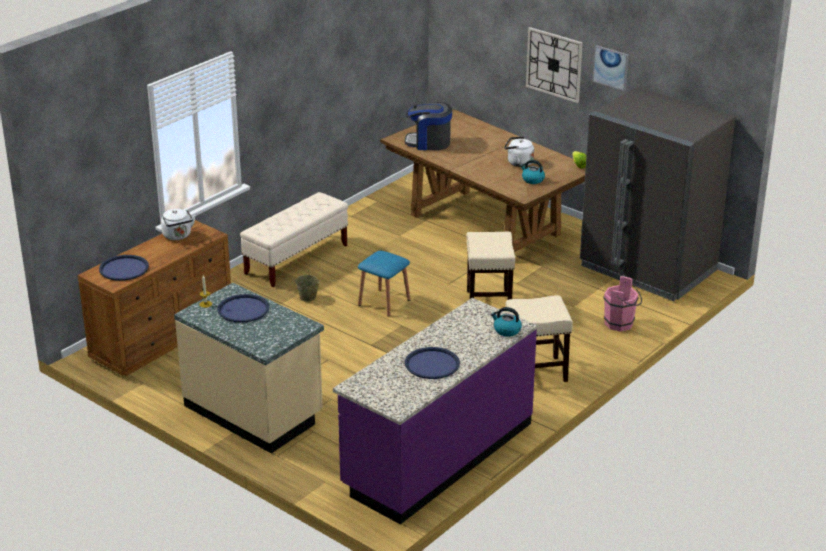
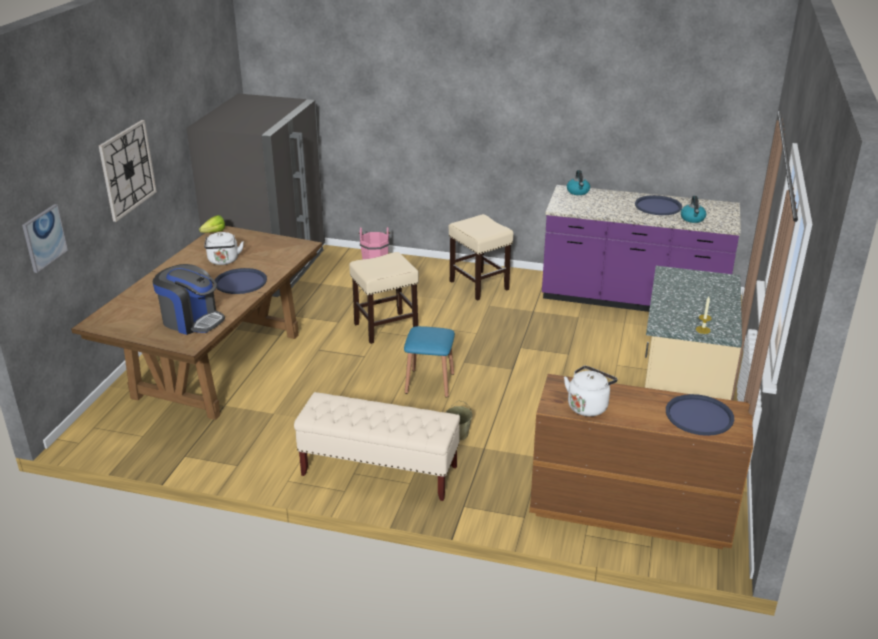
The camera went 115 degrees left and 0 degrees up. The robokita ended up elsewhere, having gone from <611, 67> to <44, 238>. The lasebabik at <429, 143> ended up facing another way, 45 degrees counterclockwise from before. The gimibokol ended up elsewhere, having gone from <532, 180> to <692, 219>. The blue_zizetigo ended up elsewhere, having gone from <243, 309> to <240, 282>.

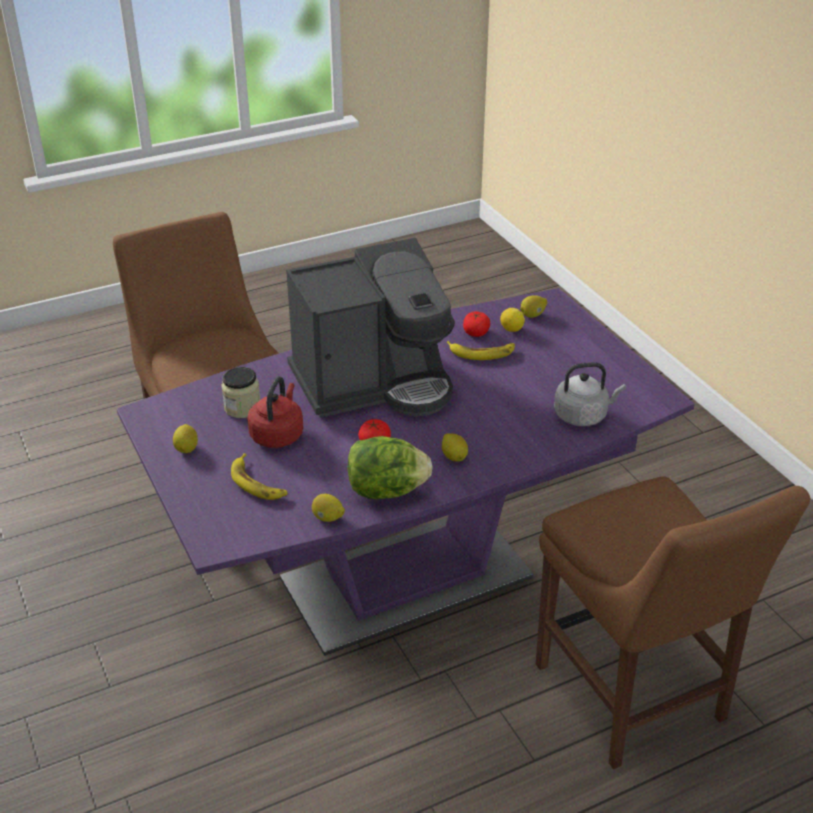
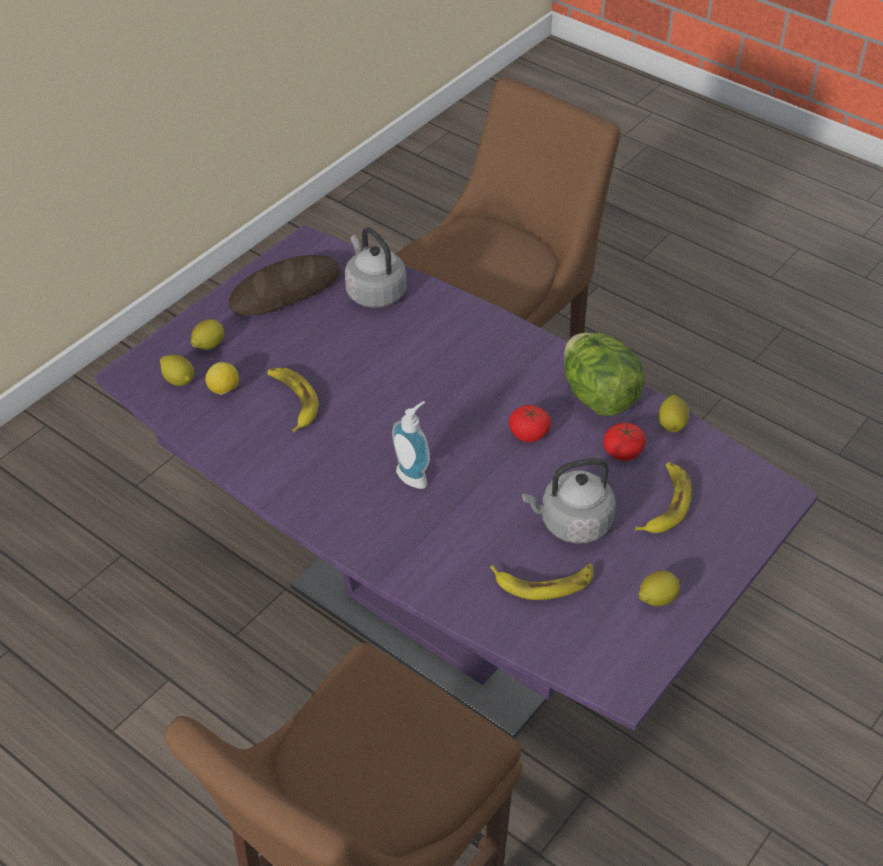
The camera went 115 degrees left and 10 degrees up. Where the lasebabik stood at <374, 383>, the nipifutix came to stand at <414, 475>. The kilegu ended up elsewhere, having gone from <476, 333> to <623, 451>. Where the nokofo stood at <242, 407>, the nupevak came to stand at <544, 582>. What was the red_gimibokol at <278, 434> turned into the grey_gimibokol at <571, 523>. The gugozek ended up elsewhere, having gone from <454, 457> to <208, 345>. The second view gained the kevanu at <285, 291>.

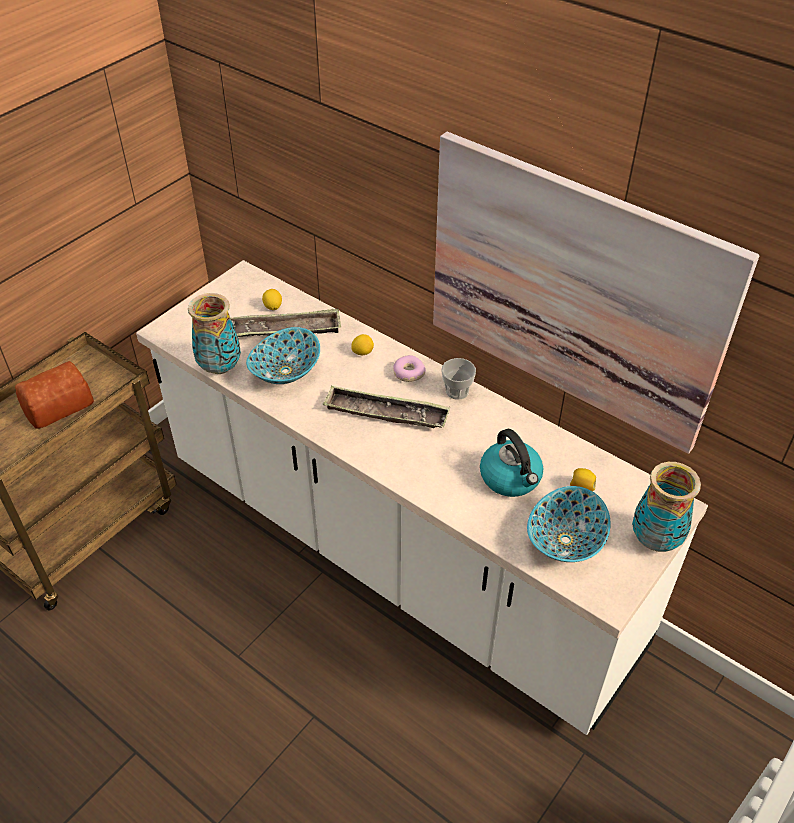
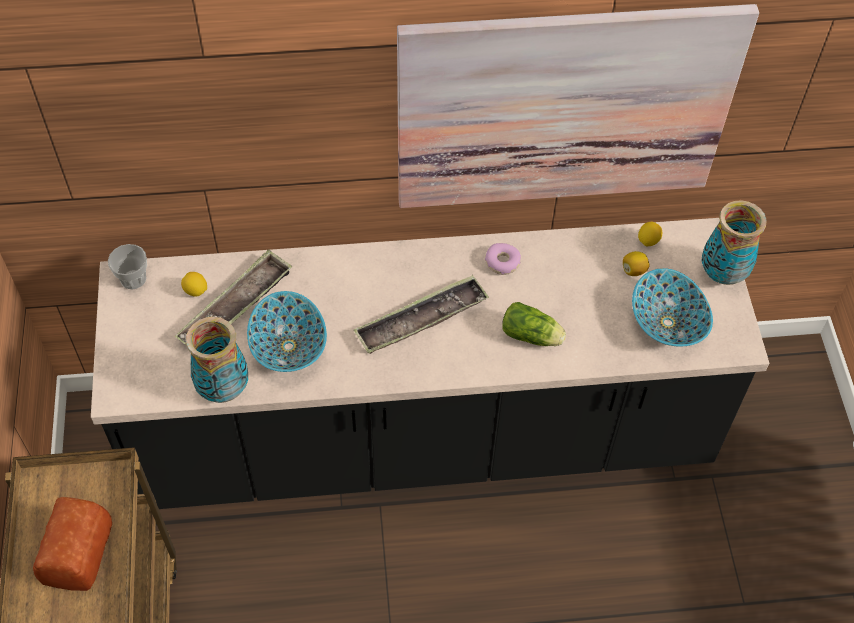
The camera went 45 degrees left and 10 degrees up. What was the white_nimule at <397, 554> turned into the black_nimule at <424, 438>. The gugozek ended up elsewhere, having gone from <362, 352> to <648, 241>. The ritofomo ended up elsewhere, having gone from <408, 373> to <502, 263>. The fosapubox ended up elsewhere, having gone from <457, 391> to <133, 279>. The second view lost the gimibokol at <511, 478>. The second view gained the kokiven at <533, 336>.

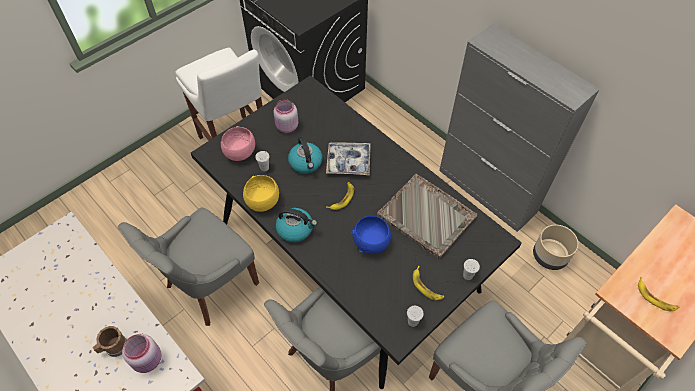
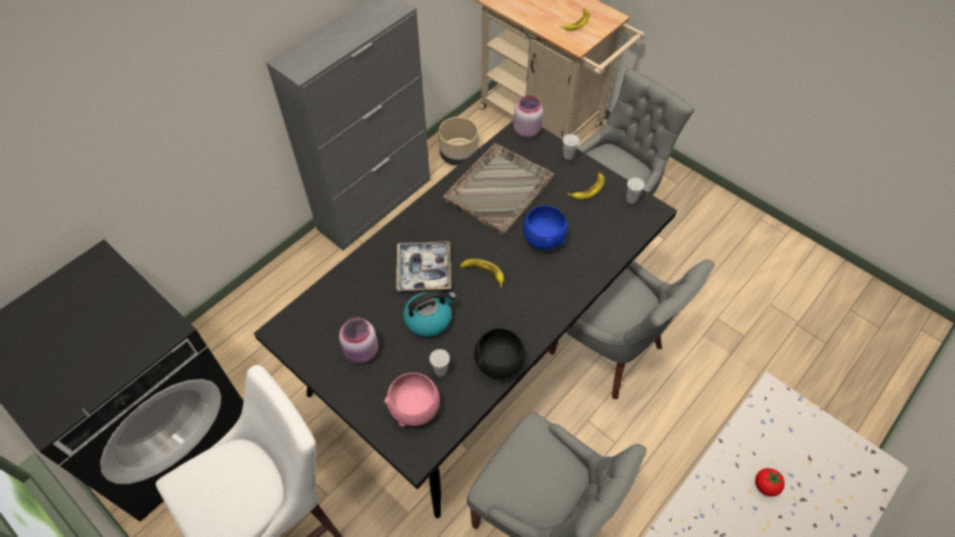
The camera went 95 degrees left and 0 degrees up. What was the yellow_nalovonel at <263, 202> turned into the black_nalovonel at <500, 363>. The second view lost the gimibokol at <295, 229>. Where the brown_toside stood at <114, 347>, the kilegu came to stand at <765, 486>. The pink_nokofo ended up elsewhere, having gone from <149, 360> to <527, 130>.

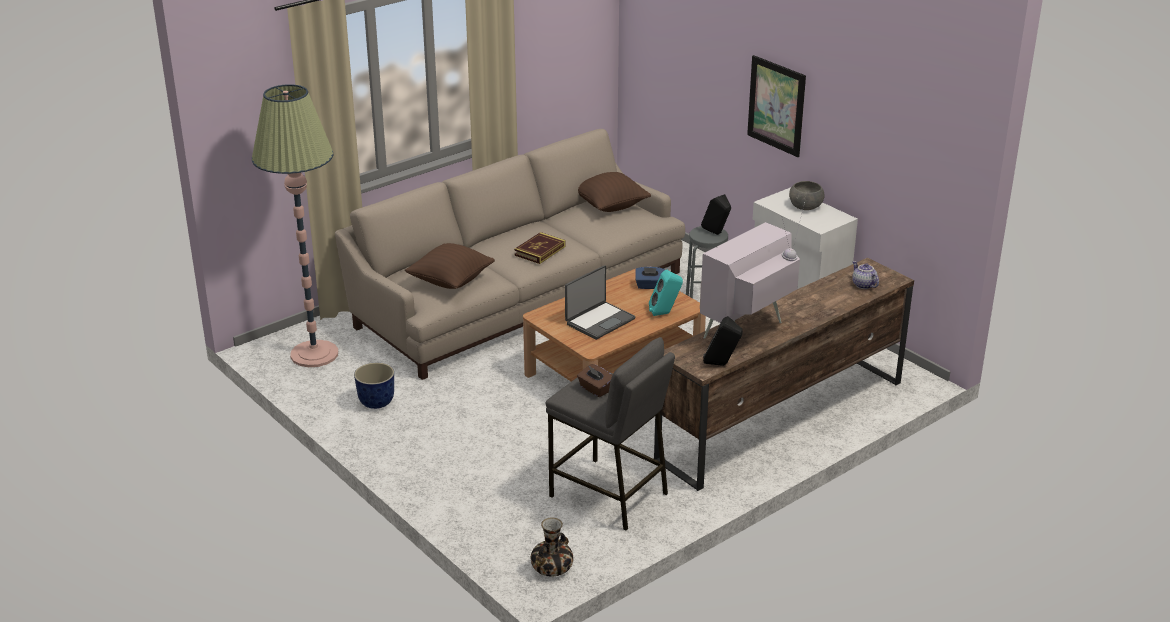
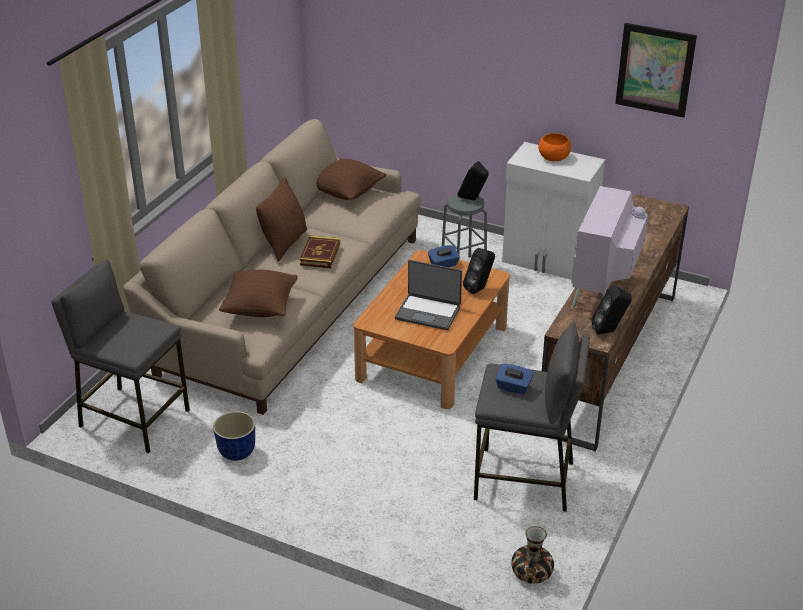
The camera went 25 degrees left and 5 degrees up. The robokita ended up elsewhere, having gone from <776, 105> to <655, 70>. Where the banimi stood at <314, 354>, the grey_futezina came to stand at <134, 418>. What was the grey_nalovonel at <805, 206> turned into the orange_nalovonel at <553, 157>. The second view lost the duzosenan at <863, 285>. The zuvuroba at <599, 321> ended up facing another way, 90 degrees clockwise from before. What was the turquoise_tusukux at <665, 313> turned into the black_tusukux at <479, 289>. What was the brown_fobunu at <595, 389> turned into the blue_fobunu at <513, 387>. The second view gained the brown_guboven at <284, 243>.

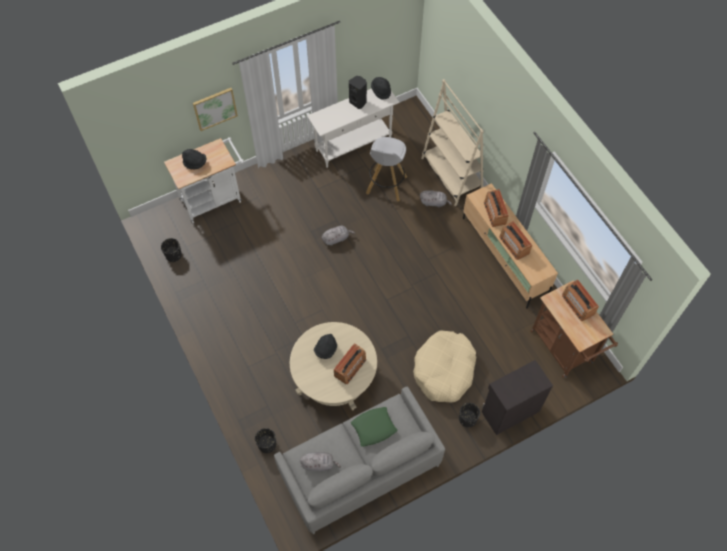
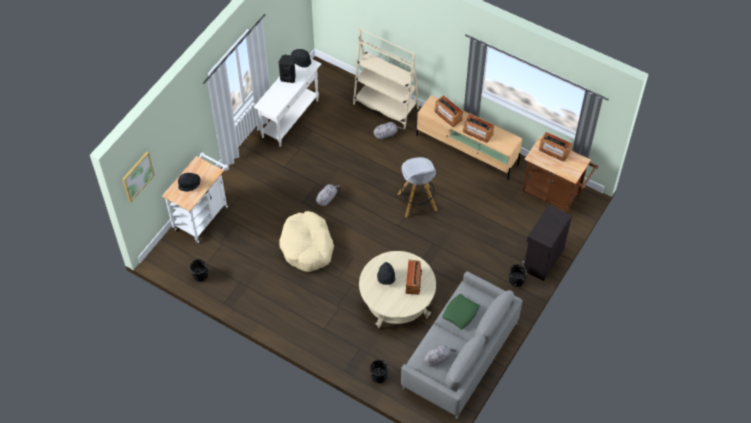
The camera went 30 degrees left and 5 degrees down. The robokita ended up elsewhere, having gone from <215, 108> to <137, 176>. The white_futezina ended up elsewhere, having gone from <386, 186> to <417, 202>. The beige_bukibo ended up elsewhere, having gone from <444, 370> to <307, 246>.

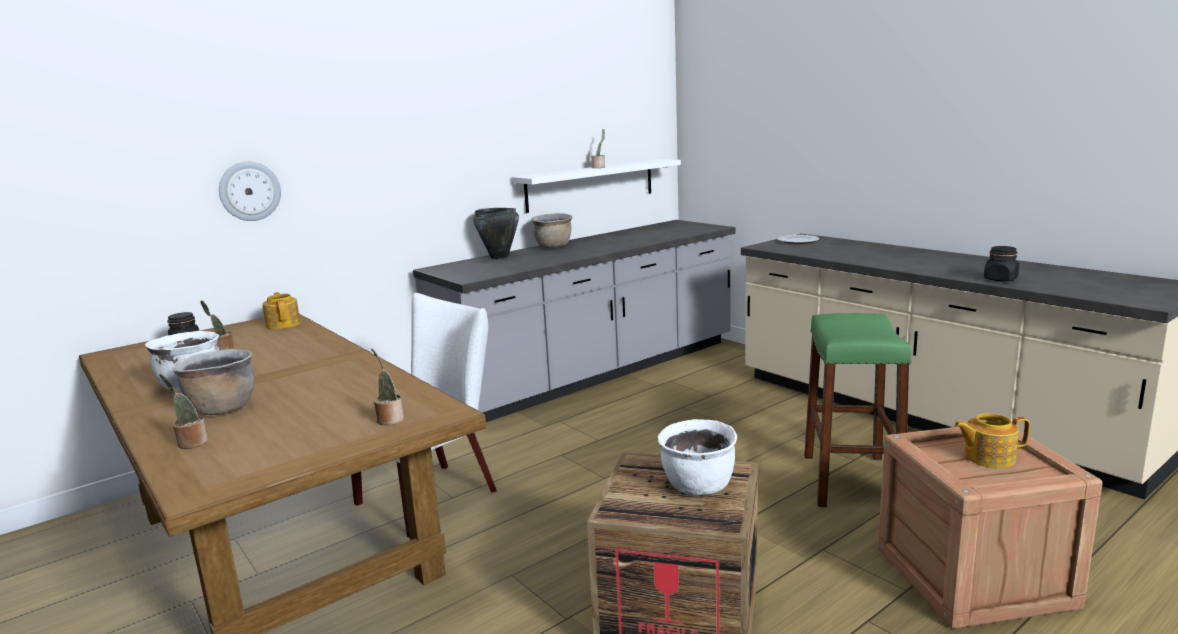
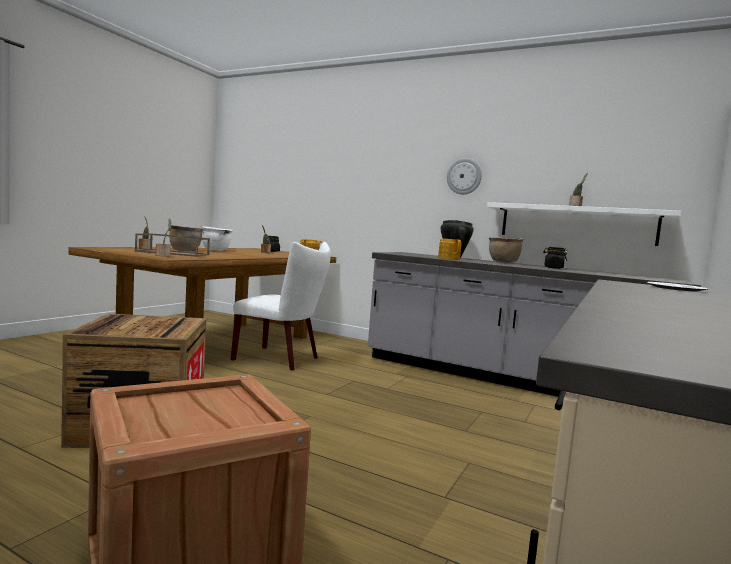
The camera went 65 degrees right and 10 degrees down. The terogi ended up elsewhere, having gone from <249, 191> to <464, 176>. The black_nokofo ended up elsewhere, having gone from <1000, 279> to <553, 268>. The second view lost the green_futezina at <850, 480>. The duzosenan ended up elsewhere, having gone from <988, 457> to <448, 258>. The second view lost the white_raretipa at <698, 487>. The second view gained the brown_zizetigo at <174, 253>.

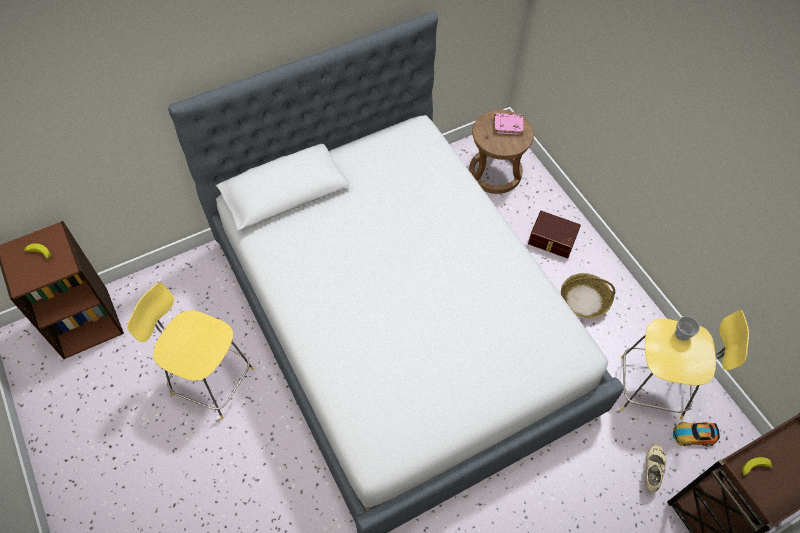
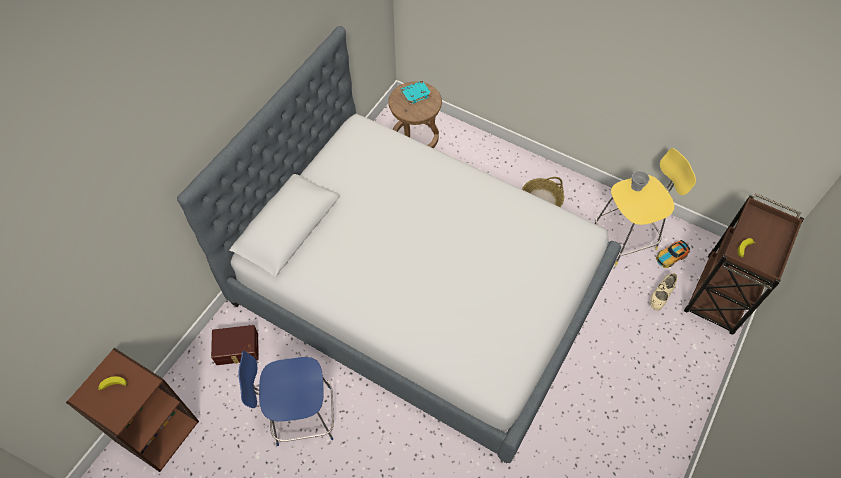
The camera went 30 degrees left and 0 degrees up. What was the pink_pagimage at <508, 125> turned into the turquoise_pagimage at <415, 93>. The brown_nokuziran ended up elsewhere, having gone from <552, 240> to <237, 350>. What was the yellow_futezina at <210, 380> turned into the blue_futezina at <301, 415>. The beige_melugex at <651, 471> ended up facing another way, 135 degrees counterclockwise from before.

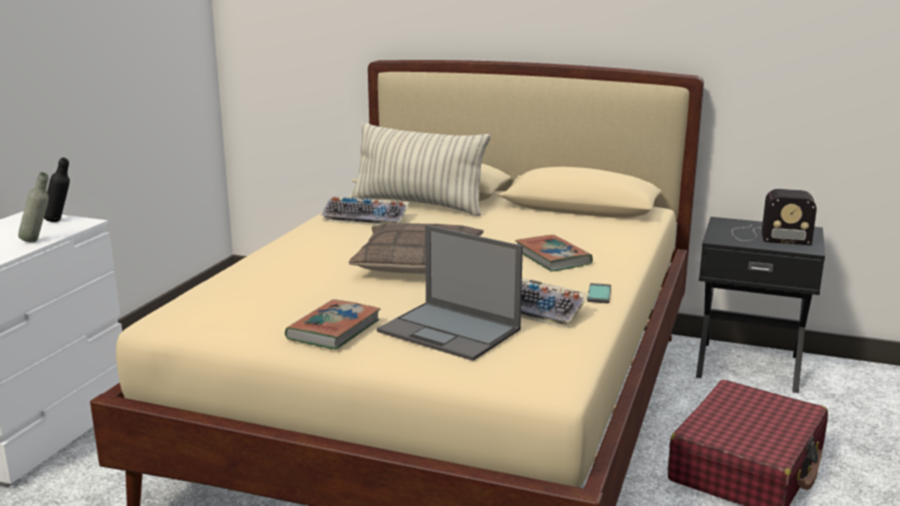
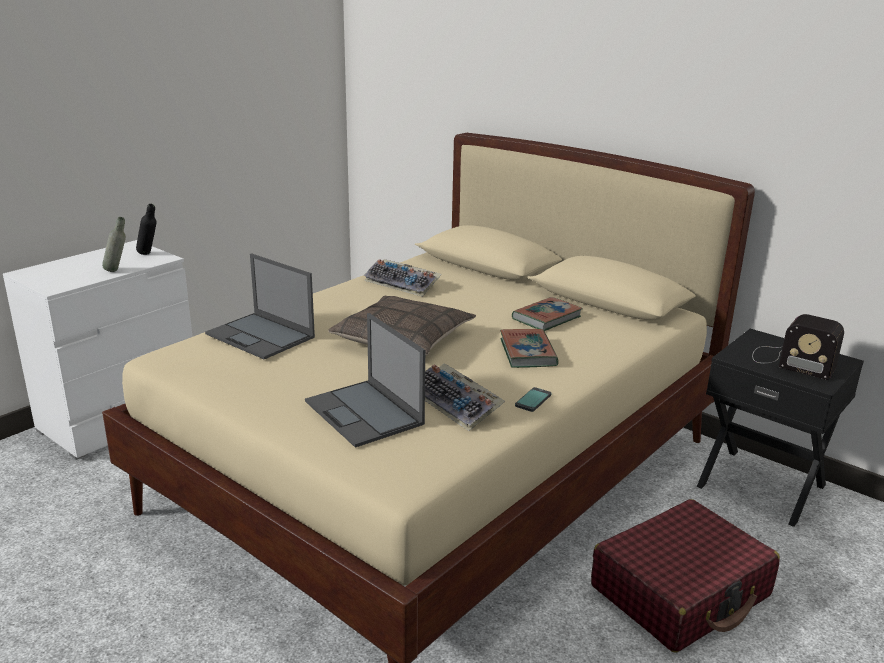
The camera went 20 degrees right and 5 degrees up. The second view lost the guboven at <418, 205>. The pagimage ended up elsewhere, having gone from <334, 330> to <546, 318>. The second view gained the zuvuroba at <261, 336>.

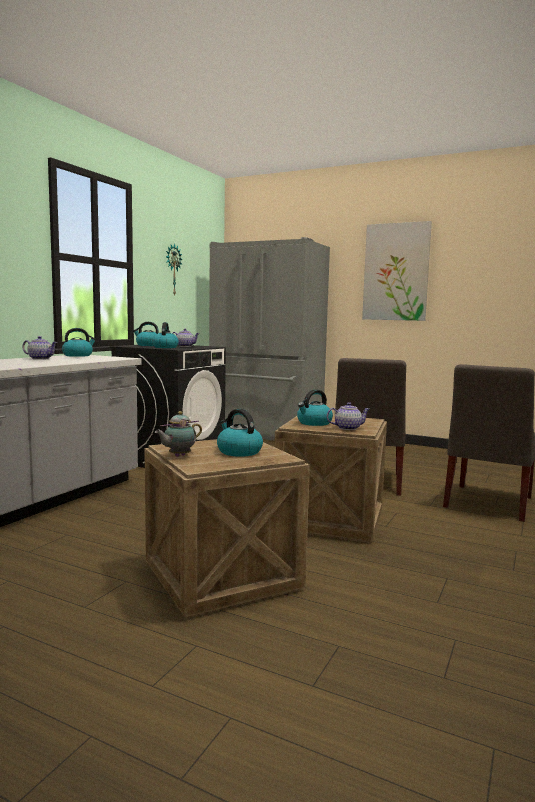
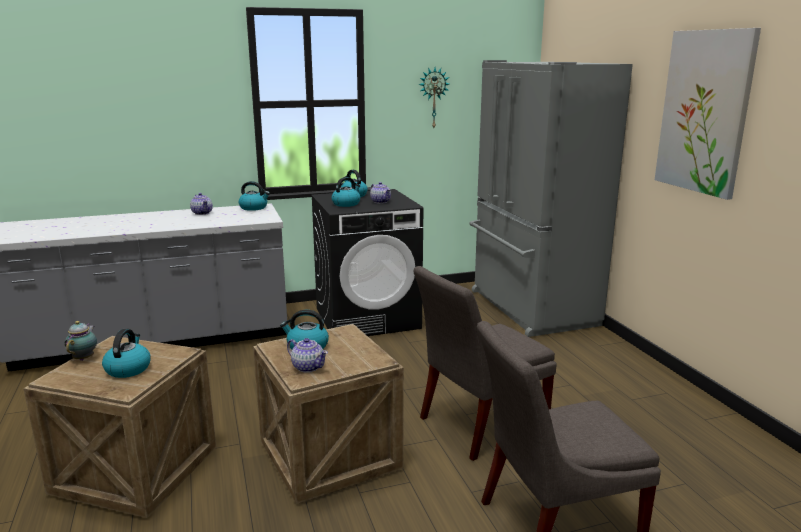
The camera went 45 degrees right and 10 degrees up. The duzosenan at <178, 456> ended up facing another way, 90 degrees clockwise from before.

